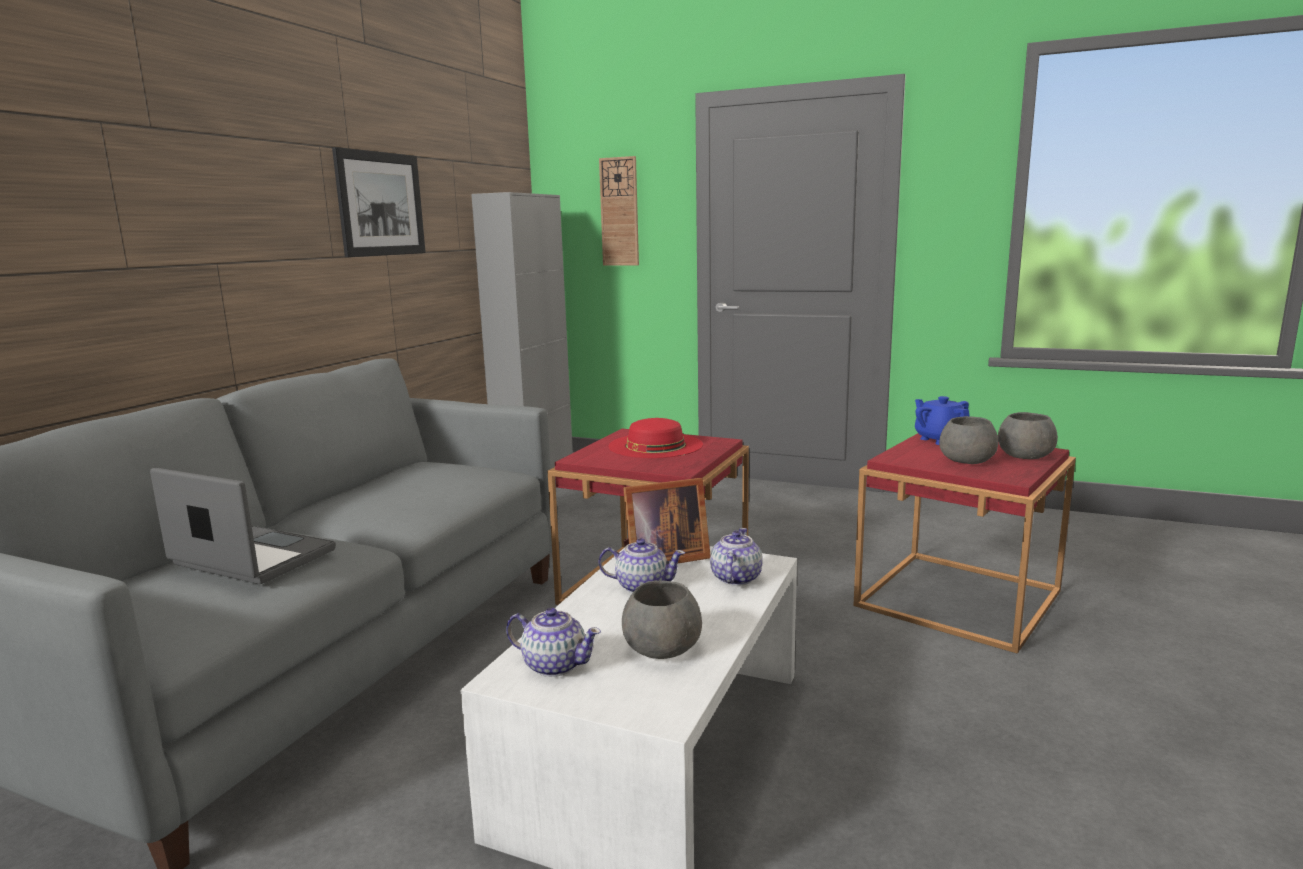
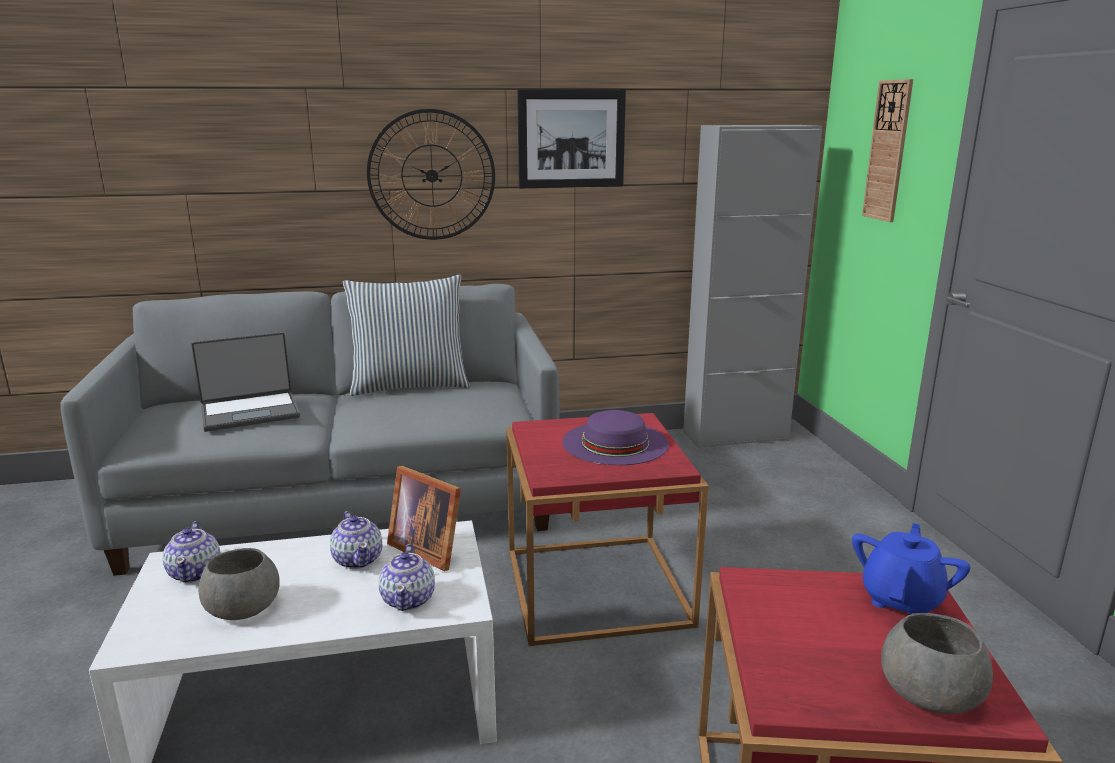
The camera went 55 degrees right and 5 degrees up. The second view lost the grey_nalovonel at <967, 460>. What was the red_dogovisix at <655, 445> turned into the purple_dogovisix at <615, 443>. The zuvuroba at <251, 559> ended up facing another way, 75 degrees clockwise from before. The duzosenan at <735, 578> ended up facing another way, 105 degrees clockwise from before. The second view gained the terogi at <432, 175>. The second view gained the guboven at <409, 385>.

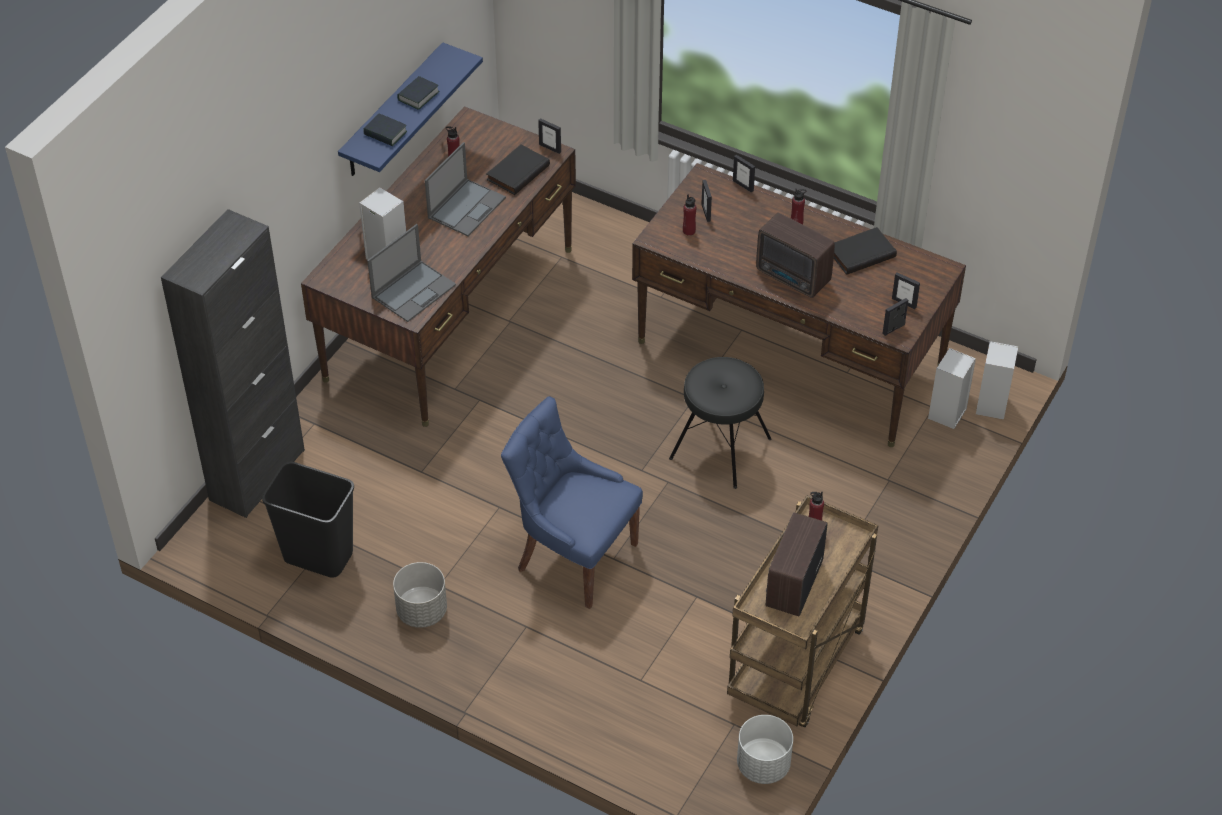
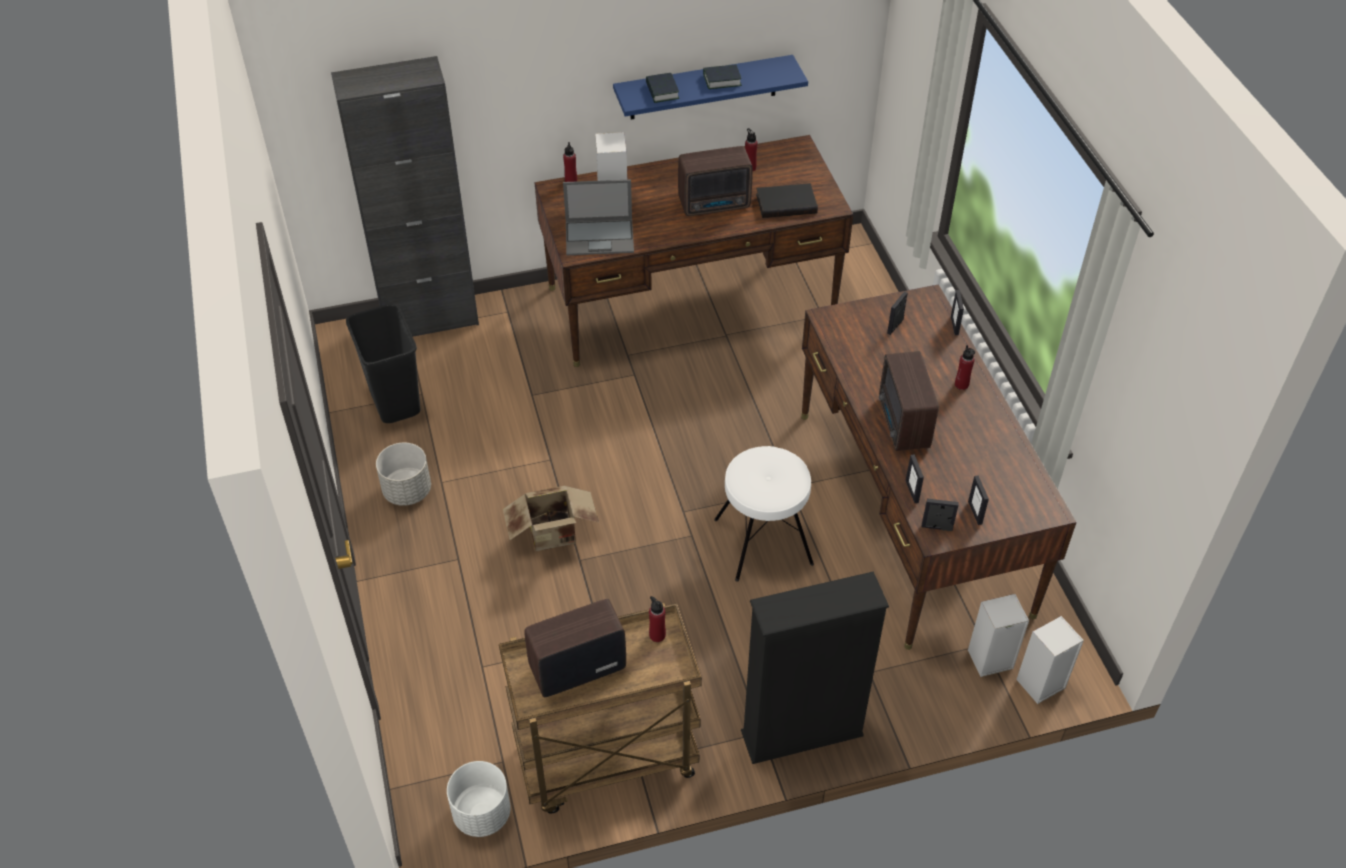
The camera went 45 degrees right and 0 degrees up. The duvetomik ended up elsewhere, having gone from <550, 148> to <912, 491>. Where the zuvuroba stood at <467, 207>, the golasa came to stand at <716, 204>. The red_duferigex ended up elsewhere, having gone from <689, 231> to <571, 181>. The second view lost the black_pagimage at <861, 253>. What was the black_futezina at <719, 449> turned into the white_futezina at <762, 541>. Where the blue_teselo stood at <574, 556>, the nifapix came to stand at <554, 536>. The second view gained the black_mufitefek at <802, 734>.

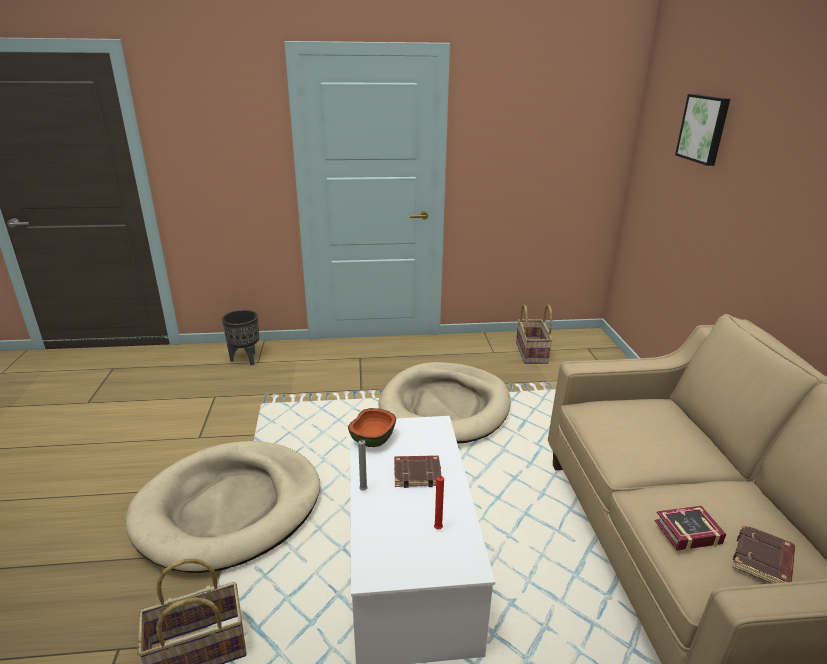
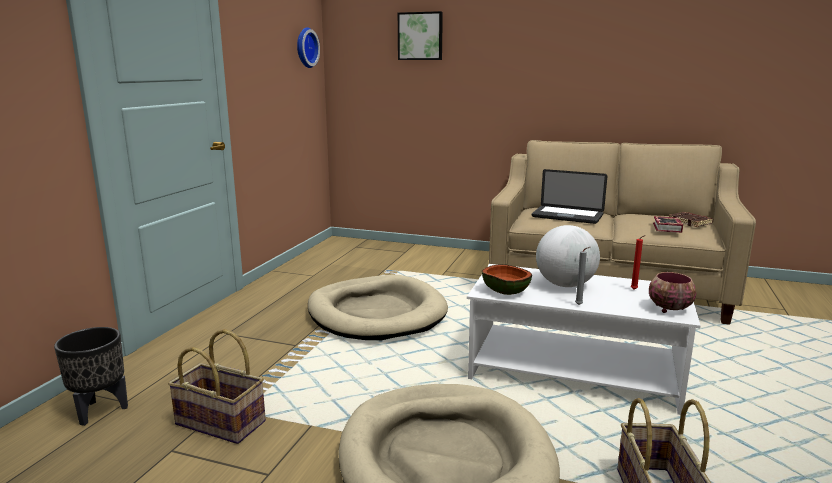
The camera went 65 degrees left and 10 degrees down. The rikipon ended up elsewhere, having gone from <532, 353> to <222, 422>. Where the brown_pagimage stood at <417, 474>, the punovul came to stand at <565, 285>. The second view gained the terogi at <305, 47>. The second view gained the zuvuroba at <567, 216>. The second view gained the nalovonel at <668, 308>.

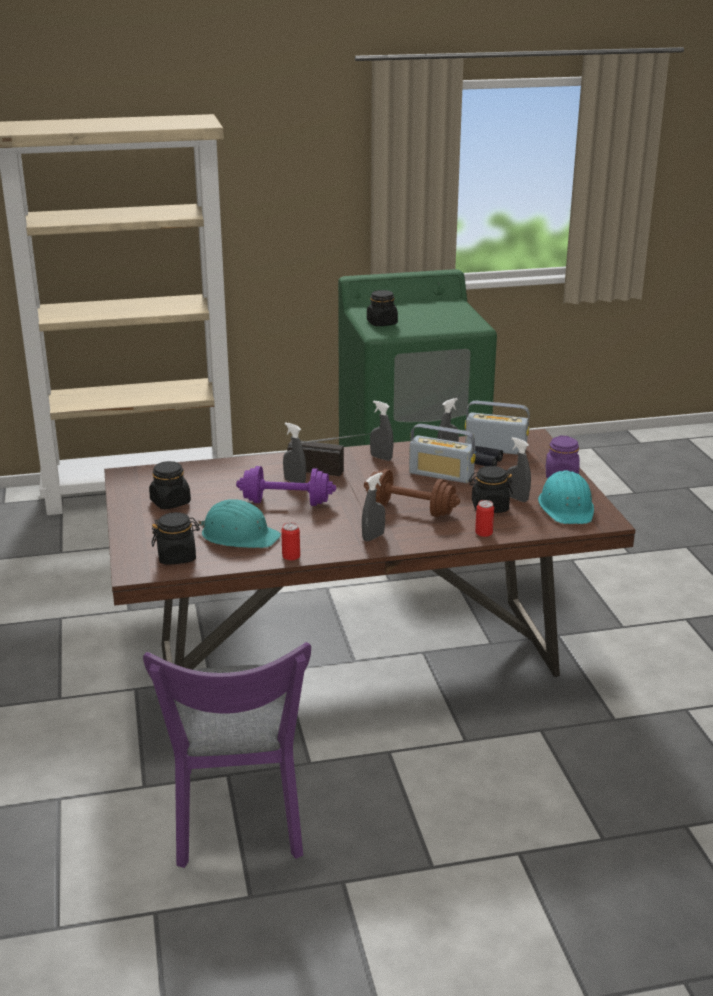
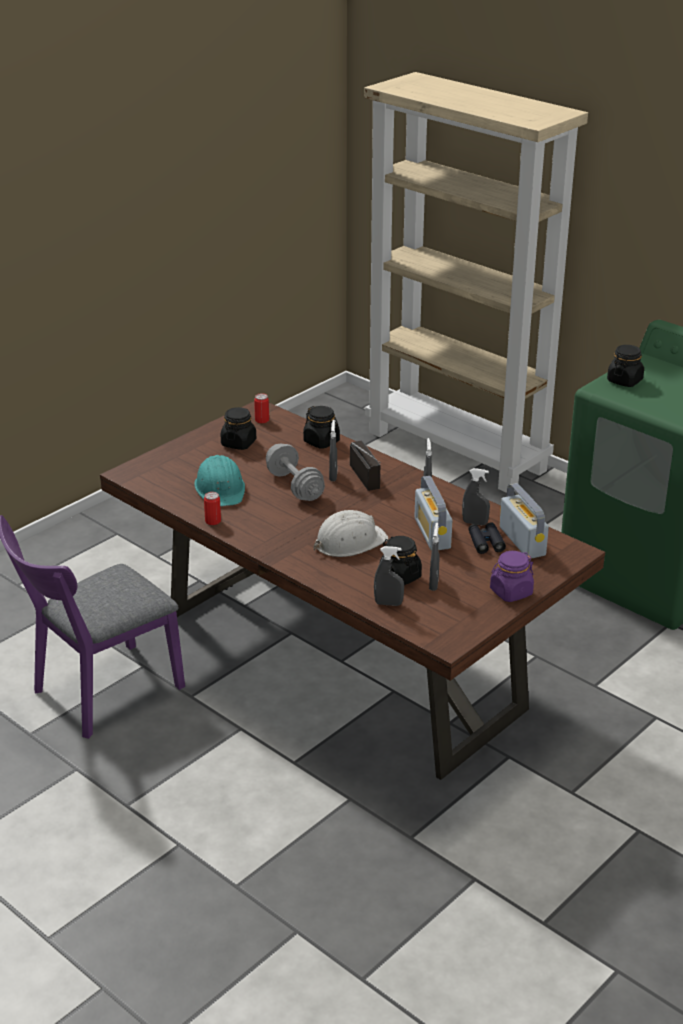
The camera went 55 degrees right and 5 degrees up. What was the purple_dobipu at <286, 502> turned into the grey_dobipu at <295, 486>. Where the brown_dobipu stood at <410, 509>, the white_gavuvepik came to stand at <349, 542>. The second view lost the turquoise_gavuvepik at <566, 507>. The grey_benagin ended up elsewhere, having gone from <373, 537> to <388, 603>. The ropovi ended up elsewhere, having gone from <484, 533> to <262, 420>. The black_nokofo ended up elsewhere, having gone from <177, 557> to <321, 442>.

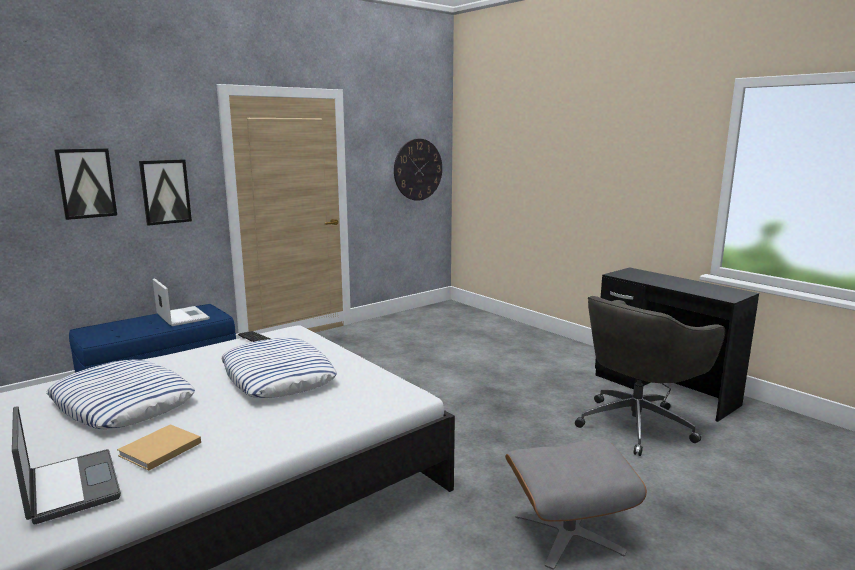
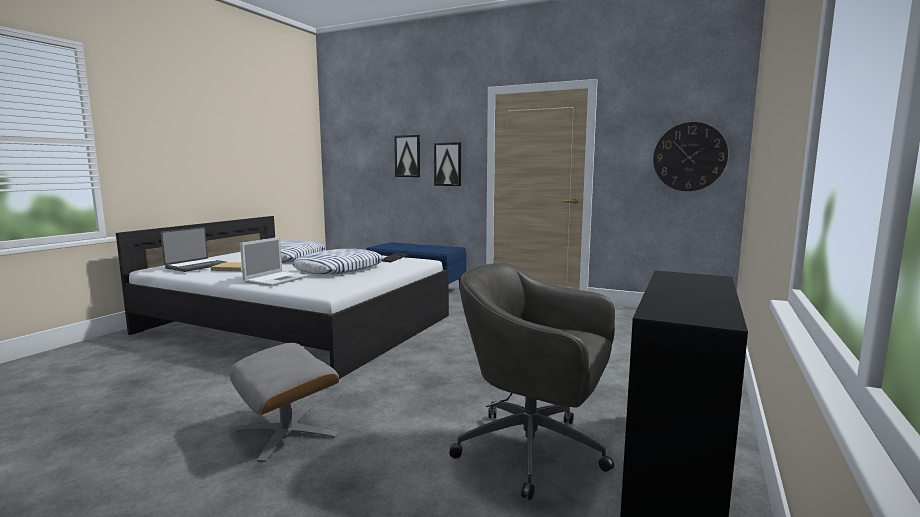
The camera went 65 degrees right and 5 degrees down. The zuvuroba ended up elsewhere, having gone from <182, 316> to <277, 279>.

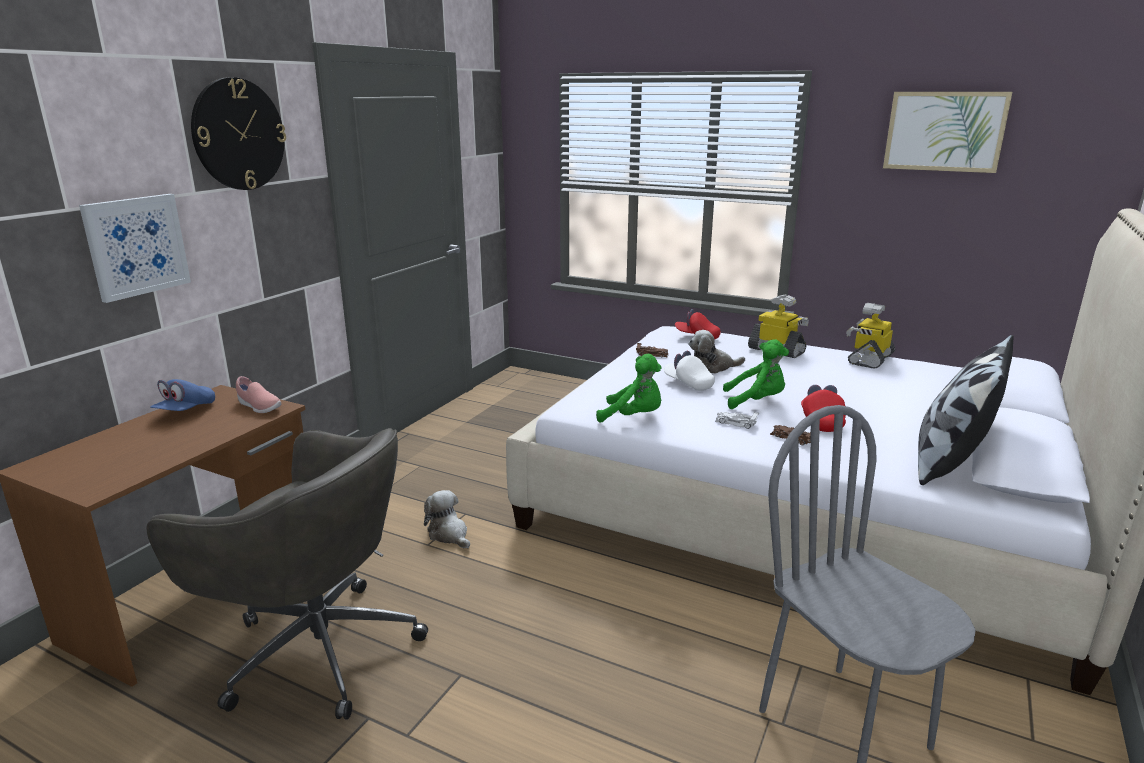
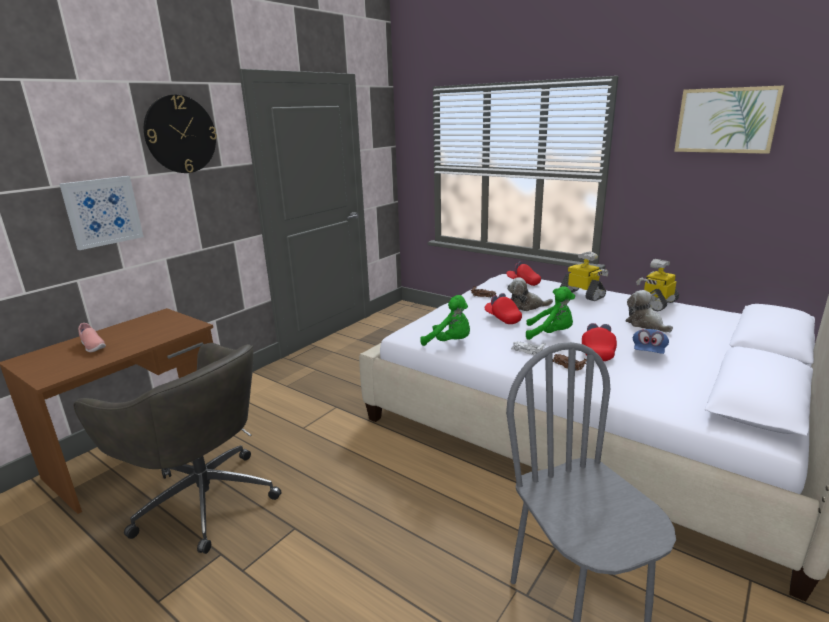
The camera went 10 degrees right and 0 degrees up. The second view lost the guboven at <950, 463>. What was the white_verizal at <688, 384> turned into the red_verizal at <502, 318>. The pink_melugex ended up elsewhere, having gone from <258, 407> to <92, 347>. The blue_verizal ended up elsewhere, having gone from <185, 411> to <648, 352>. The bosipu ended up elsewhere, having gone from <449, 534> to <645, 324>.

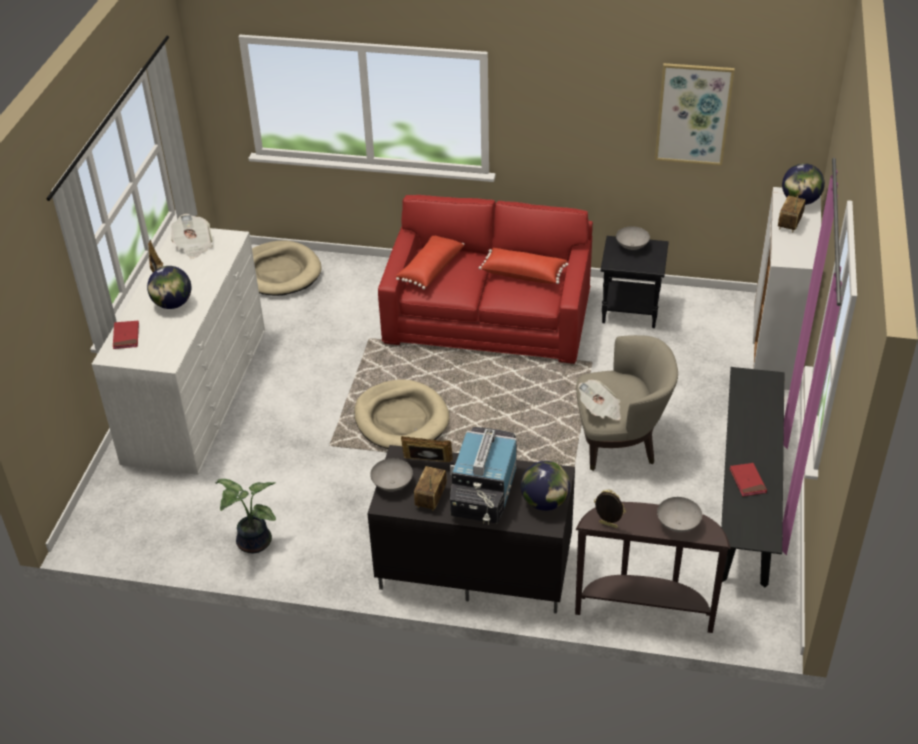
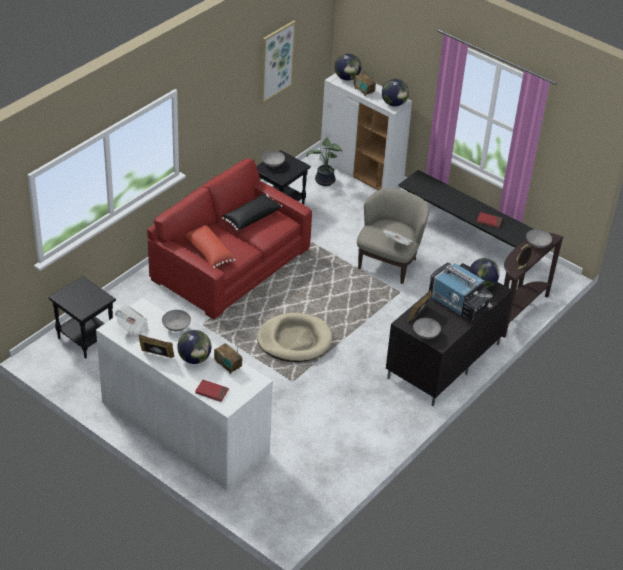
The camera went 65 degrees left and 0 degrees up. Where the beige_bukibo stood at <279, 272>, the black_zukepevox came to stand at <84, 339>. What was the red_guboven at <523, 273> turned into the black_guboven at <251, 217>. The golasa ended up elsewhere, having gone from <431, 498> to <228, 365>. The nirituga ended up elsewhere, having gone from <252, 543> to <324, 182>. The second view gained the punovul at <394, 104>. The second view gained the grey_nalovonel at <176, 327>.

